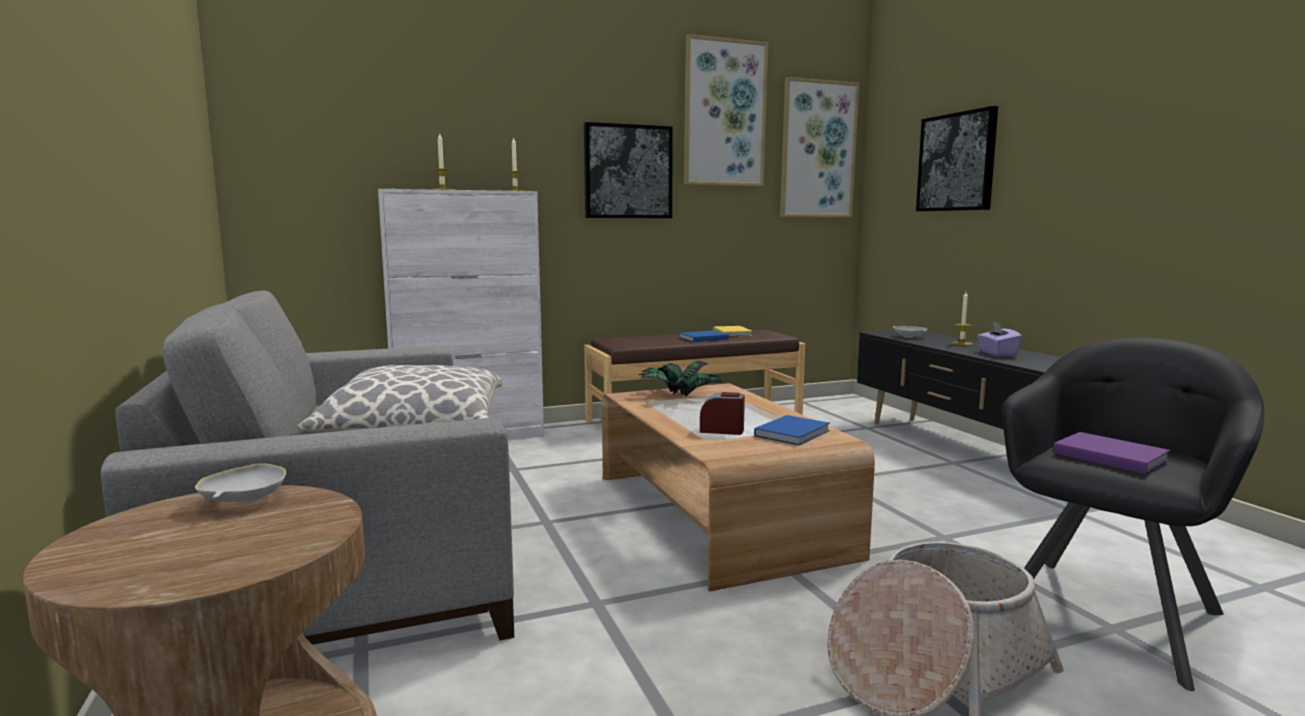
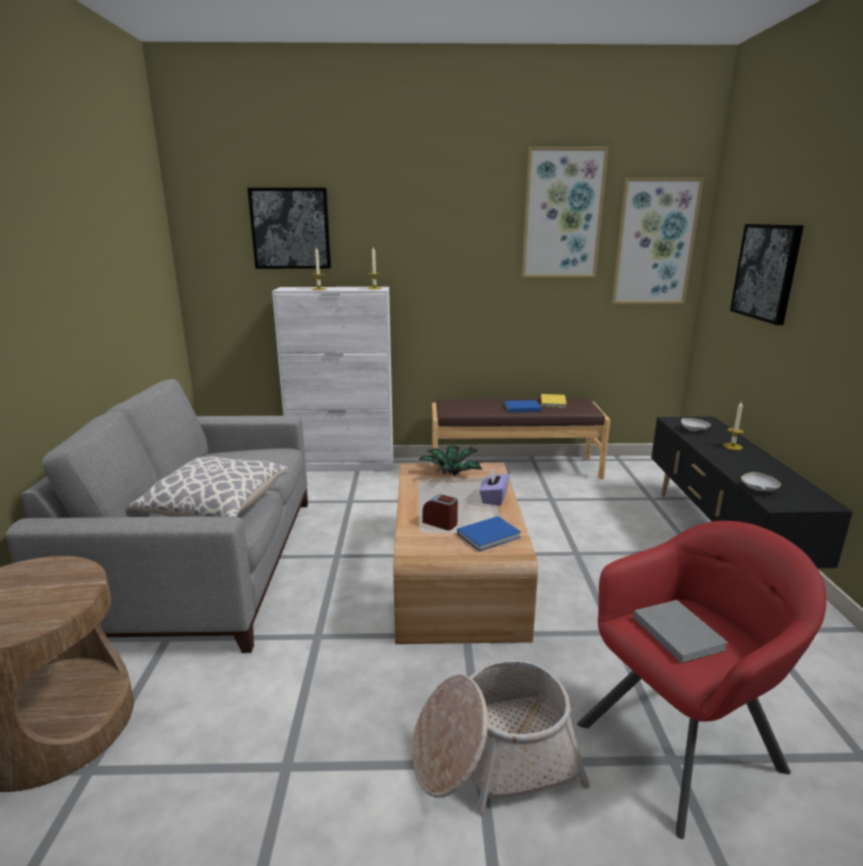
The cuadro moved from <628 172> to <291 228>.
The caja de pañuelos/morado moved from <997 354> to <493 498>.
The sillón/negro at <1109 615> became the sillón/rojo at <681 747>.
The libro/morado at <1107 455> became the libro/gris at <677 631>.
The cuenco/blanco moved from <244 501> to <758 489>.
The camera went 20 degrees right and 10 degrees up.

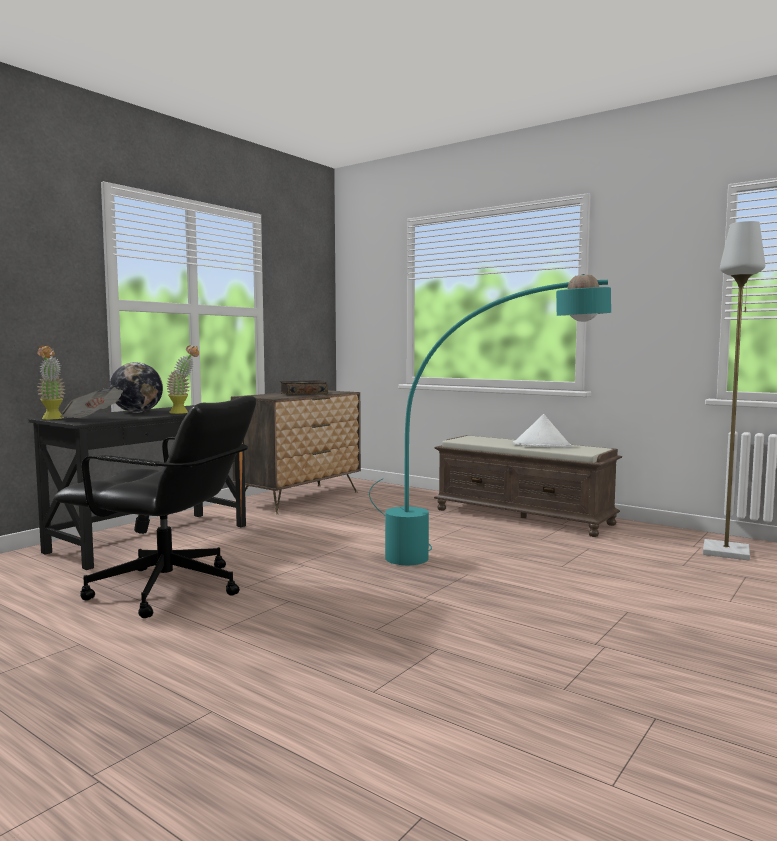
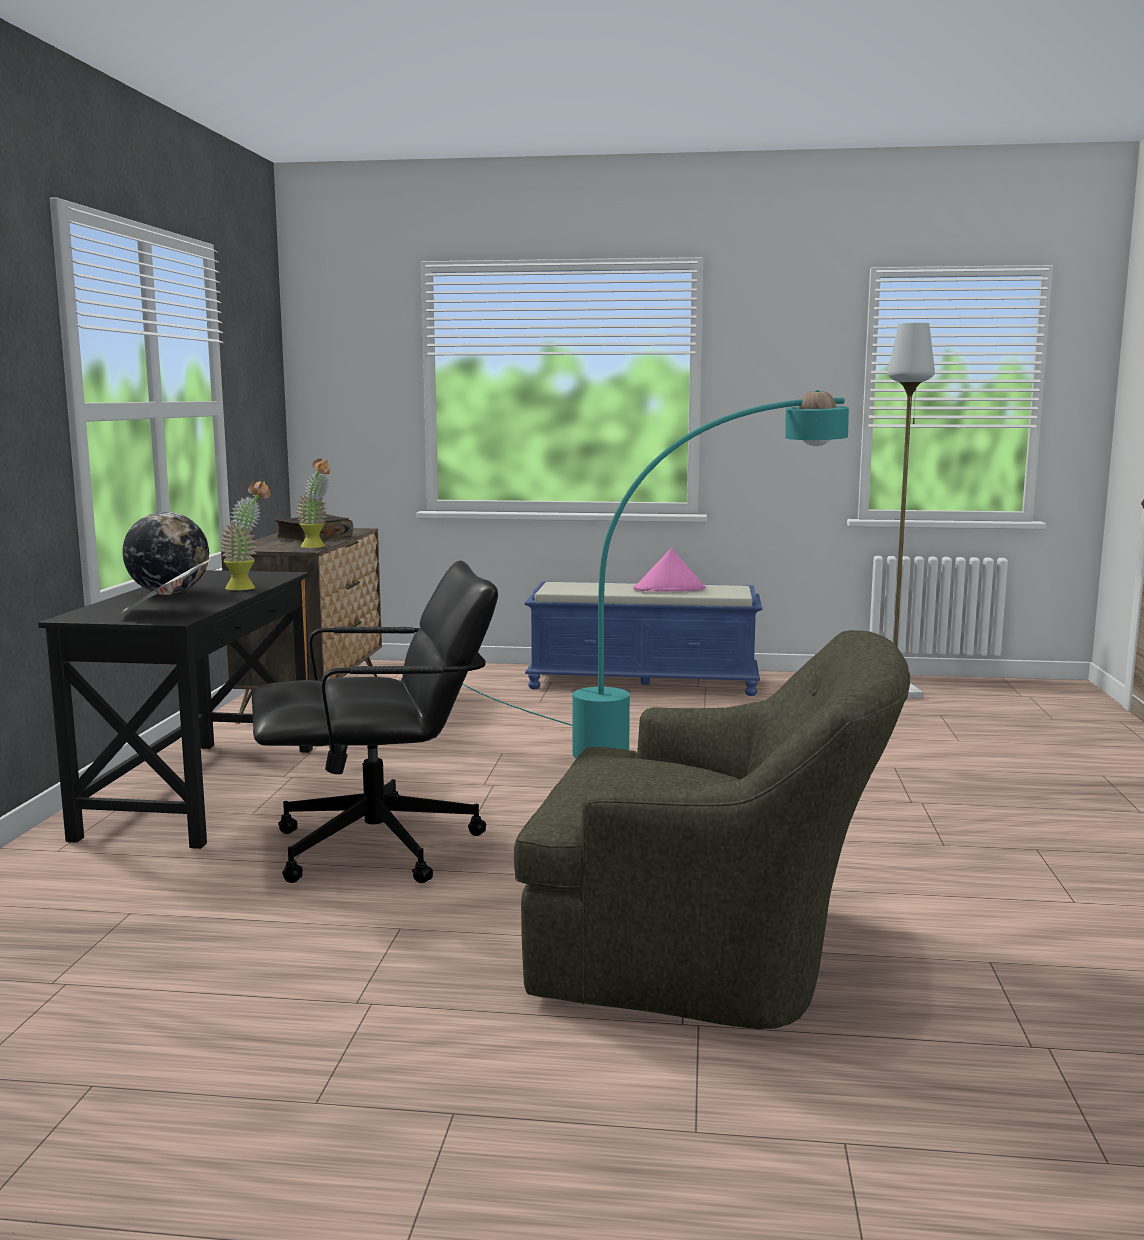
The planta en maceta moved from <52 419> to <317 547>.
The sillón/verde at <713 954> appeared.
The banco/marrón at <524 516> became the banco/azul at <644 683>.
The sombrero/blanco at <542 445> became the sombrero/rosa at <669 589>.
The camera went 30 degrees left and 5 degrees up.

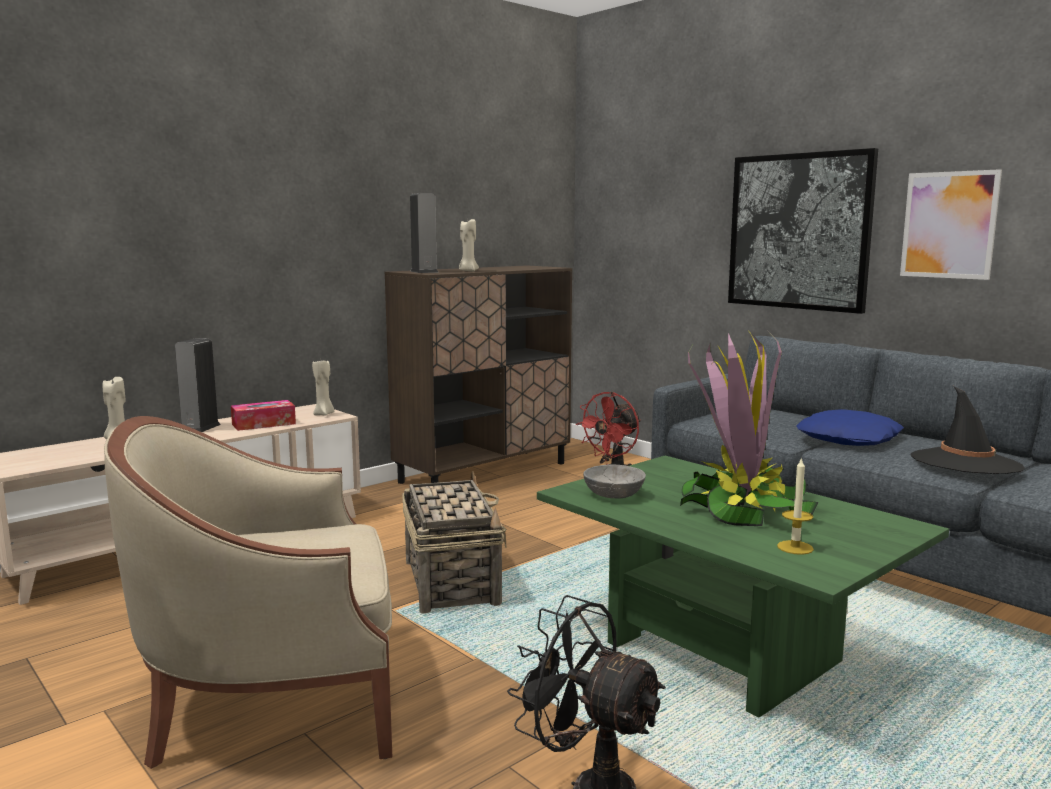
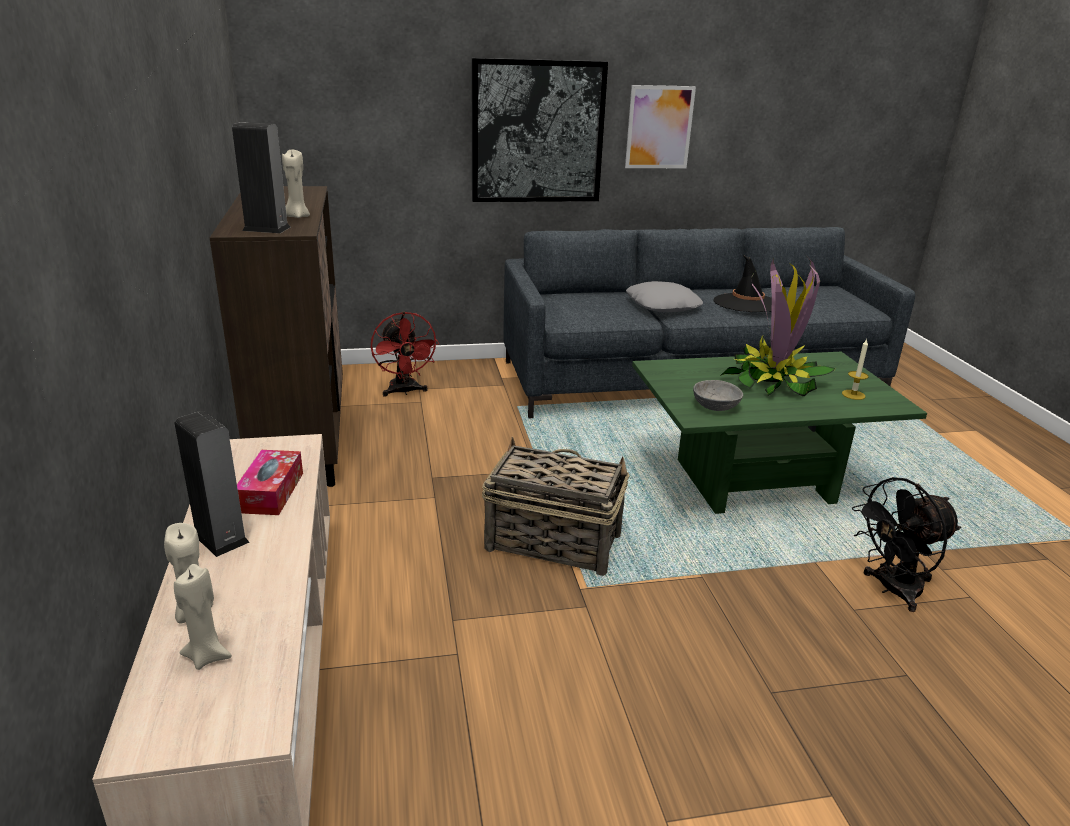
The vela/beis moved from <324 414> to <207 656>.
The cojín/azul at <849 439> became the cojín/gris at <663 305>.
The sillón/beis at <275 697> disappeared.
The camera went 60 degrees left and 15 degrees up.

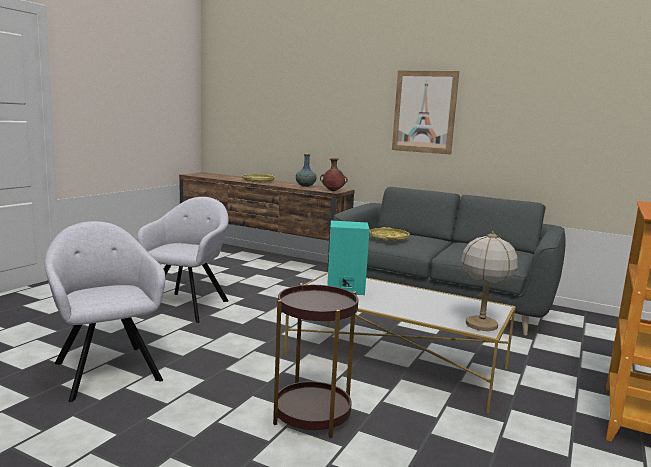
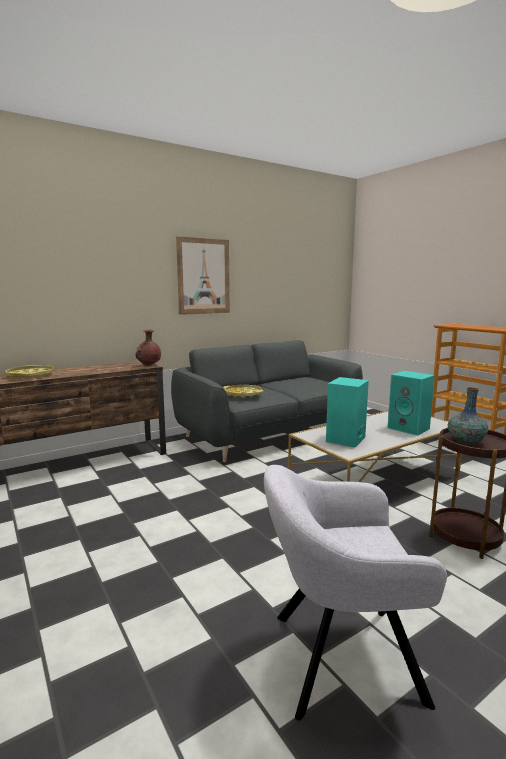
The altavoz/turquesa at <409 428> appeared.
The florero moved from <305 186> to <465 442>.
The sillón/gris at <188 305> disappeared.
The lámpara de mesa at <482 325> disappeared.
The camera went 60 degrees left and 0 degrees up.

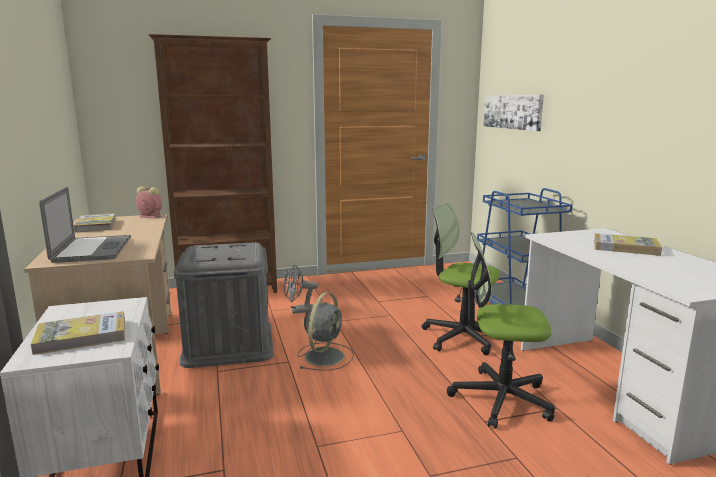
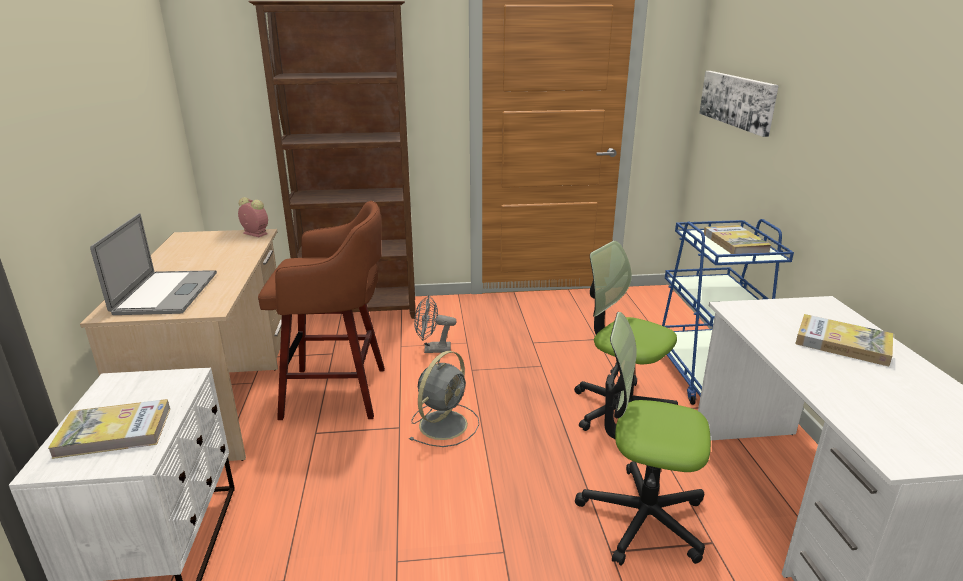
The caja de almacenaje/gris at <228 344> was replaced by the taburete/marrón at <339 393>.
The libro moved from <96 225> to <735 243>.
The camera went 10 degrees right and 10 degrees up.

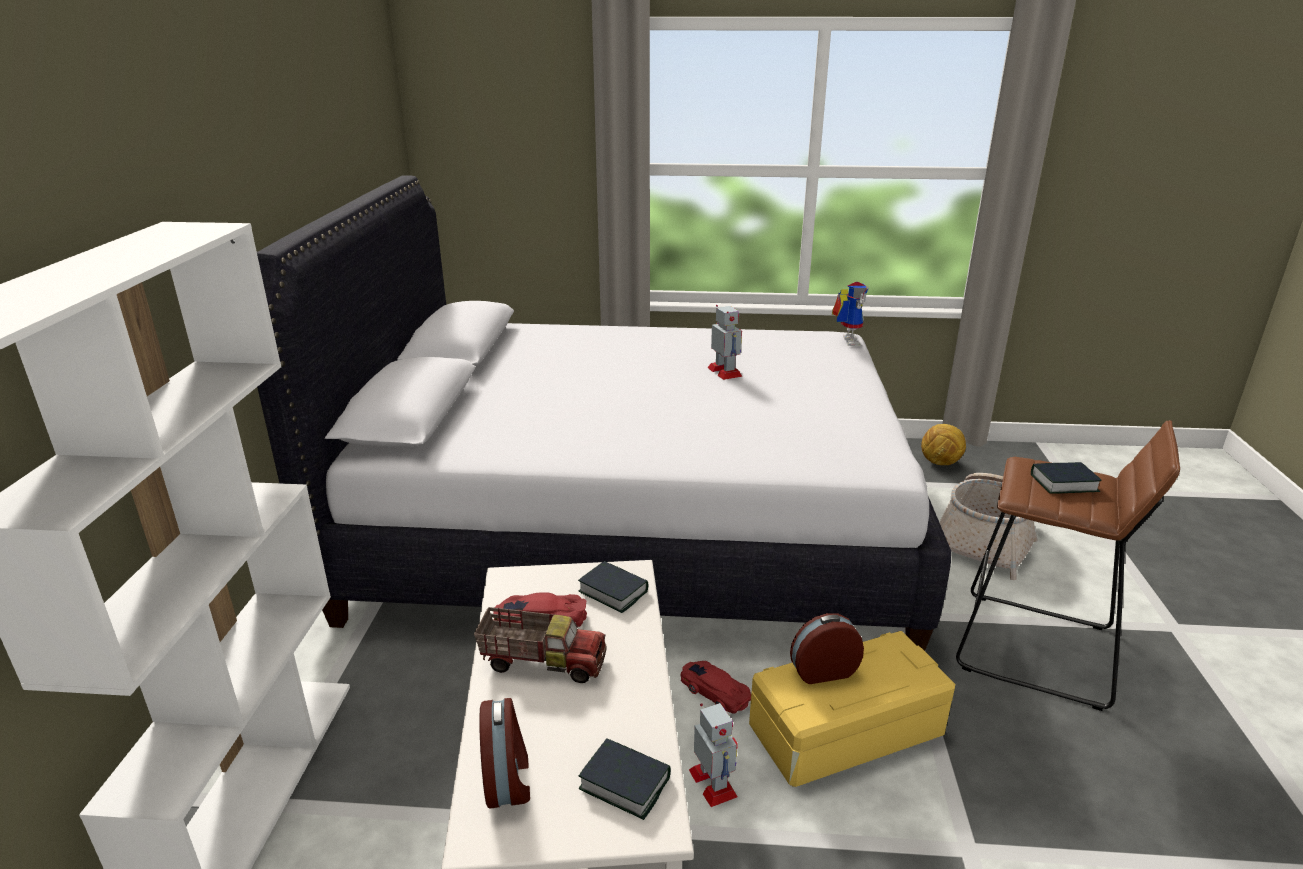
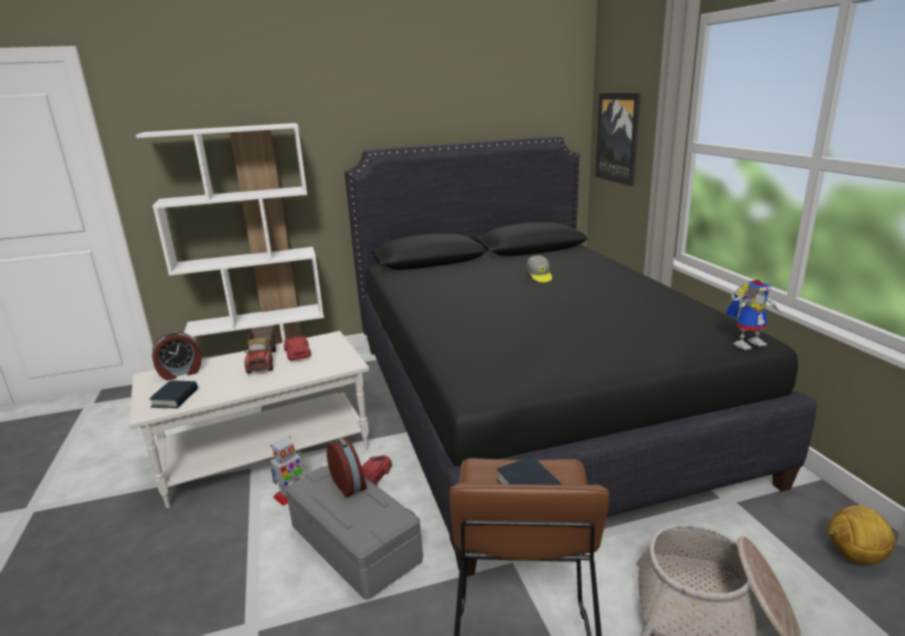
The caja de almacenaje/amarillo at <846 732> became the caja de almacenaje/gris at <353 544>.
The cama/blanco at <634 526> became the cama/negro at <530 403>.
The gorra at <539 277> appeared.
The cuadro at <618 138> appeared.
The libro at <613 591> disappeared.
The robot de juguete at <725 372> disappeared.
The camera went 70 degrees right and 5 degrees down.

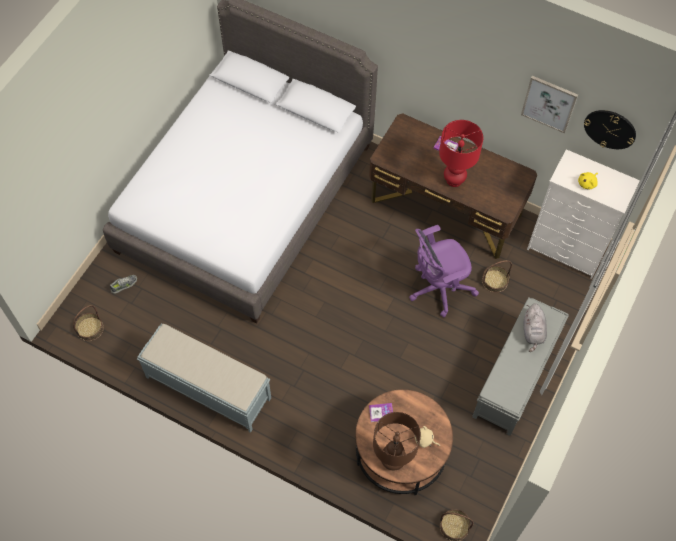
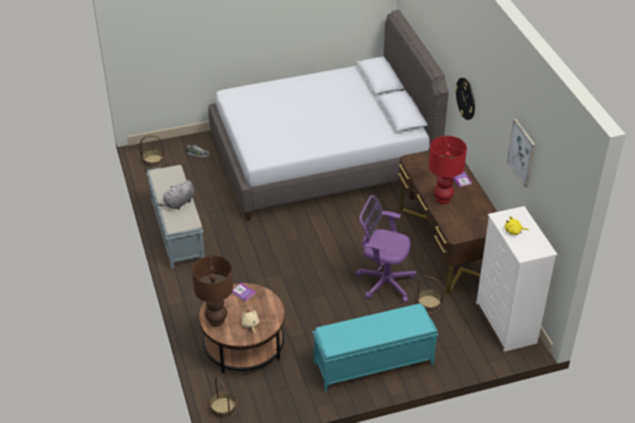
The peluche/gris moved from <533 332> to <178 203>.
The banco/gris at <515 377> became the banco/turquesa at <372 363>.
The reloj de pared moved from <610 129> to <466 98>.
The camera went 45 degrees right and 20 degrees down.

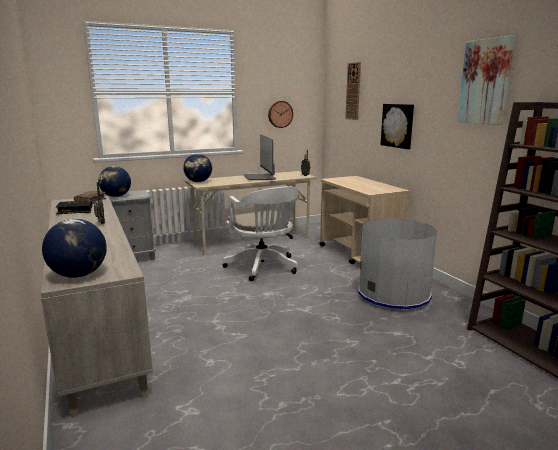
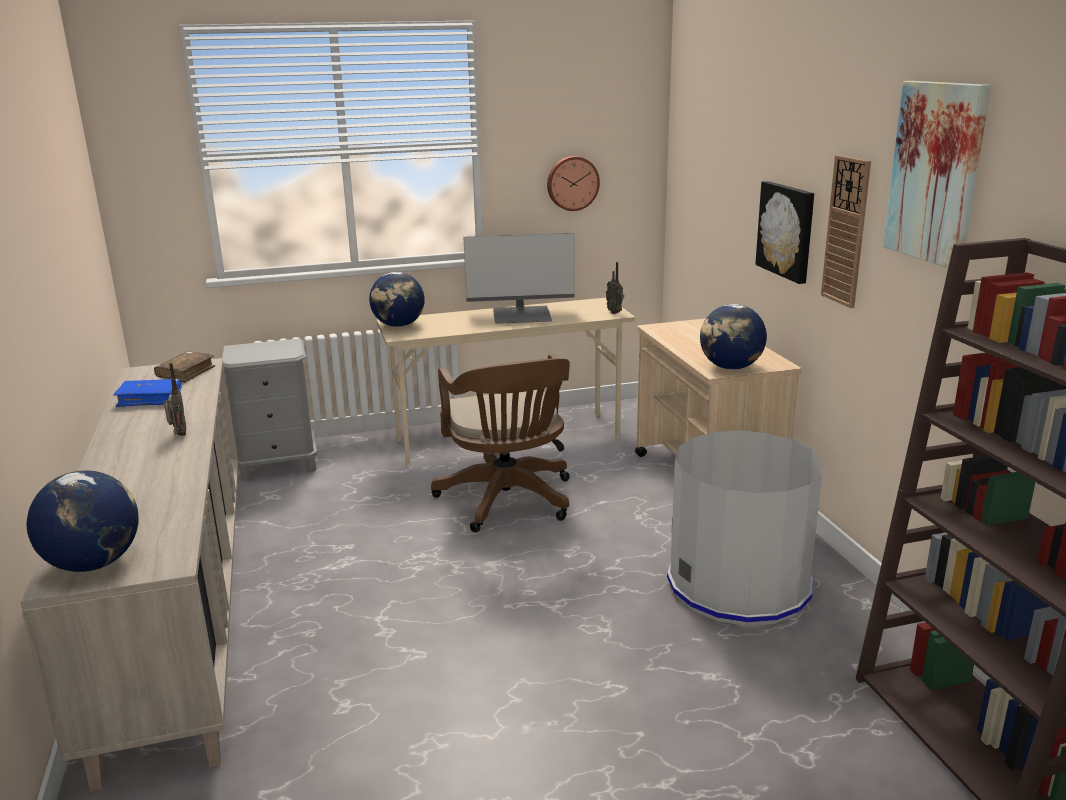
The libro/negro at <75 211> became the libro/azul at <150 399>.
The silla de oficina/blanco at <263 268> became the silla de oficina/marrón at <508 502>.
The monitor at <260 177> turned 90 degrees counterclockwise.
The globo terráqueo moved from <116 196> to <731 367>.
The reloj de pared moved from <353 91> to <846 231>.
The camera went 10 degrees right and 5 degrees up.

